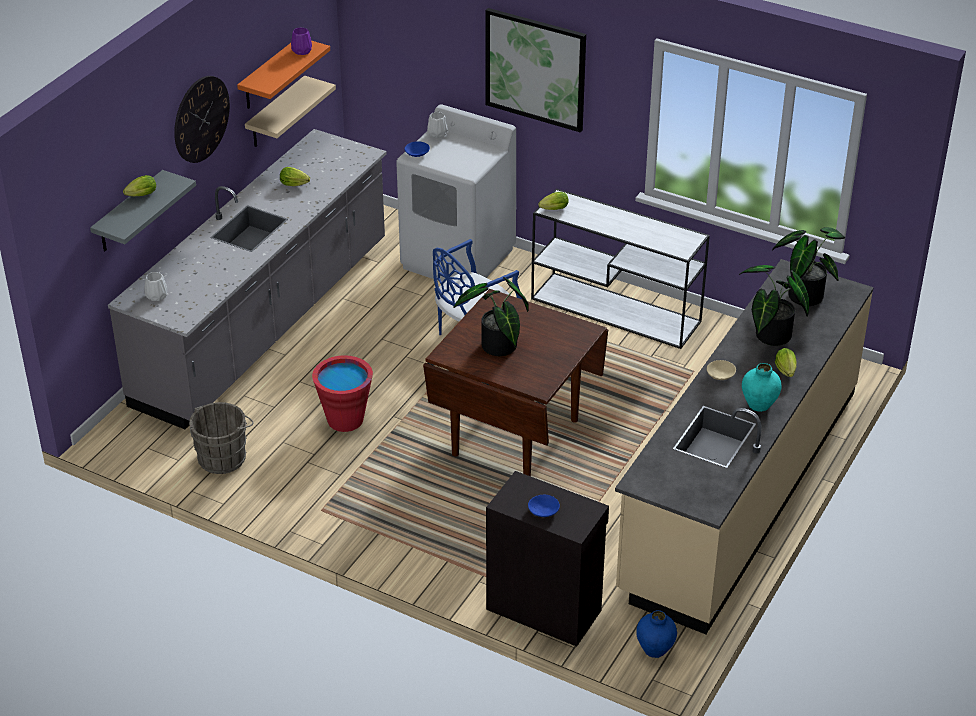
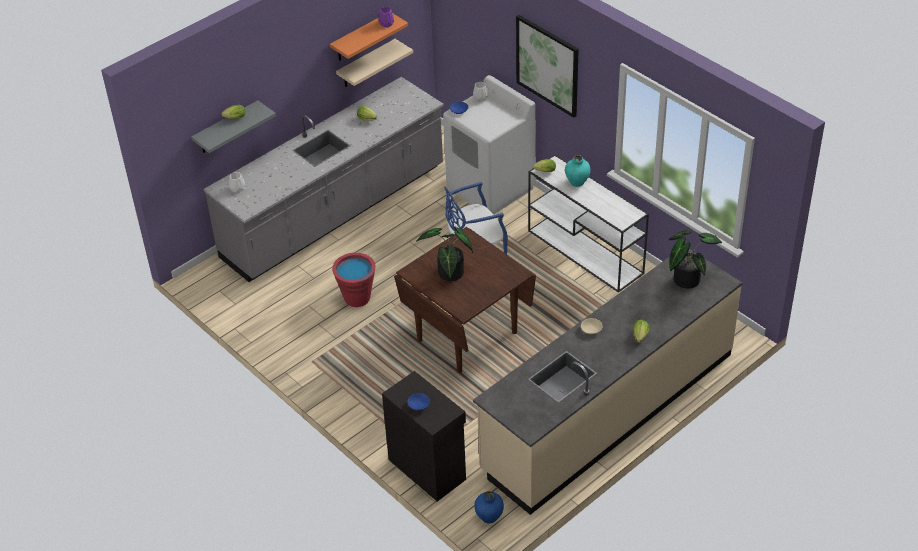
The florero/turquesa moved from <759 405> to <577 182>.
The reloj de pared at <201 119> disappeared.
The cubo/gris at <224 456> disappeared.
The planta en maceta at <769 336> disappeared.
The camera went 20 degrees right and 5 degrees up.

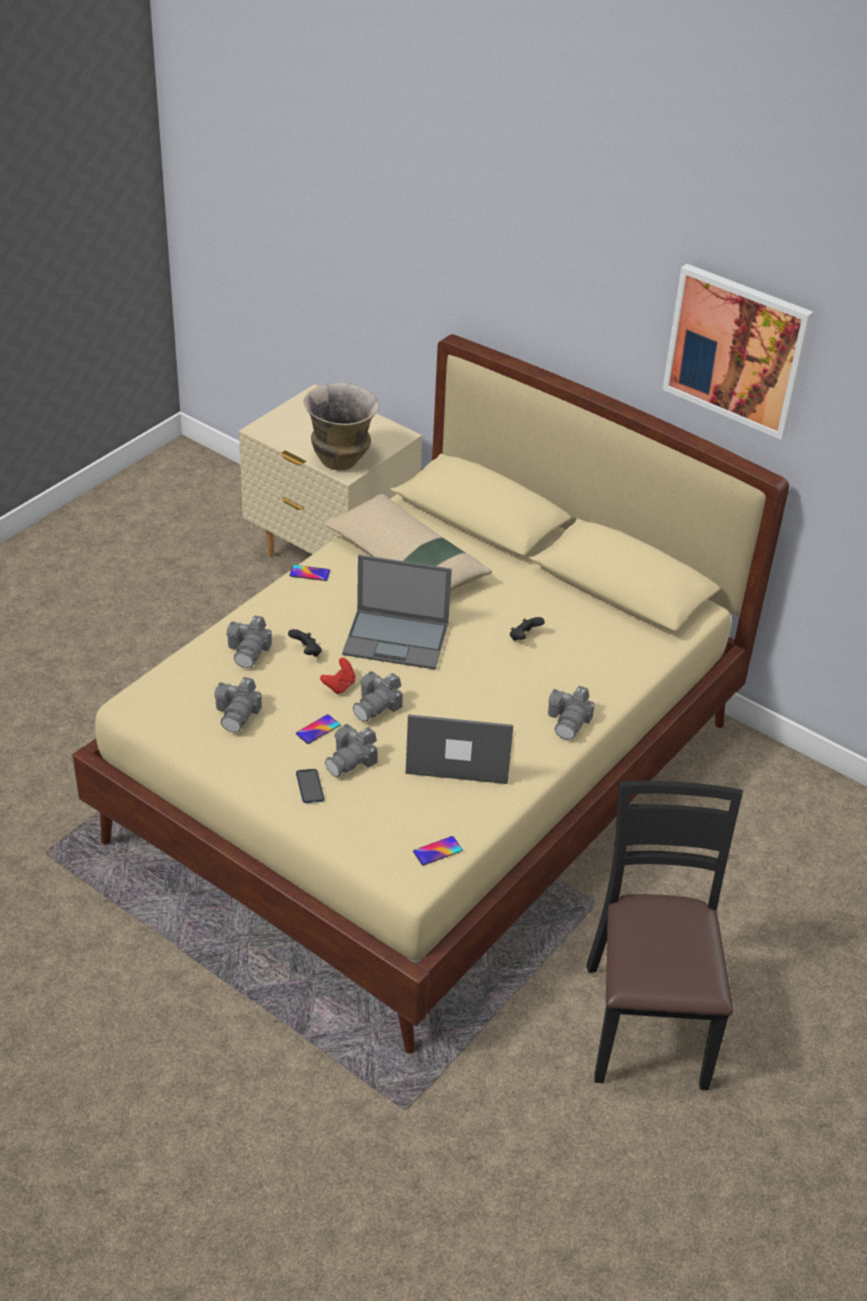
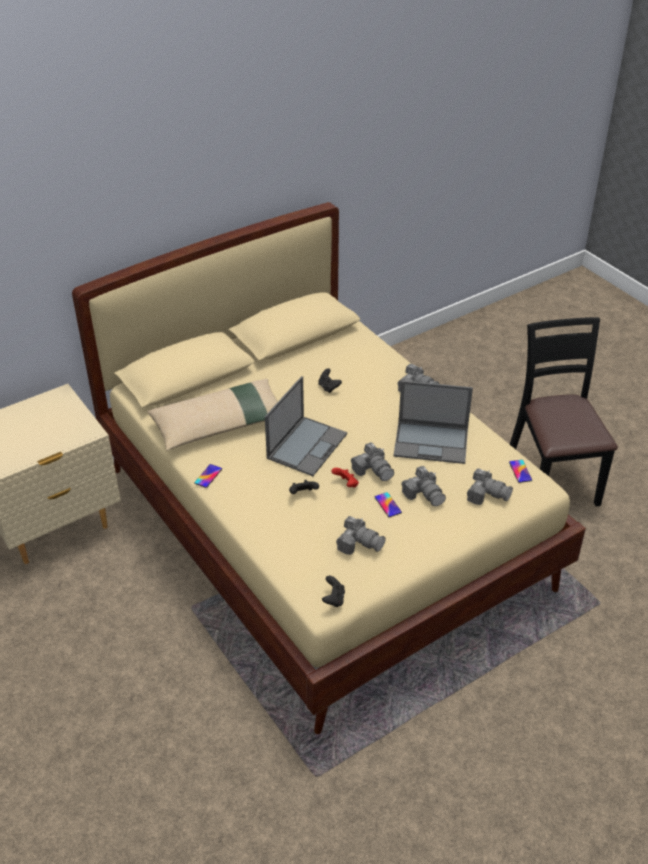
The mando de consola/negro at <333 599> appeared.
The portátil at <458 753> turned 105 degrees counterclockwise.
The cámara moved from <249 651> to <487 494>.
The silla/negro at <648 1023> turned 60 degrees clockwise.
The móvil at <310 787> disappeared.
The florero at <341 461> disappeared.
The cuadro at <737 350> disappeared.
The camera went 70 degrees left and 0 degrees up.

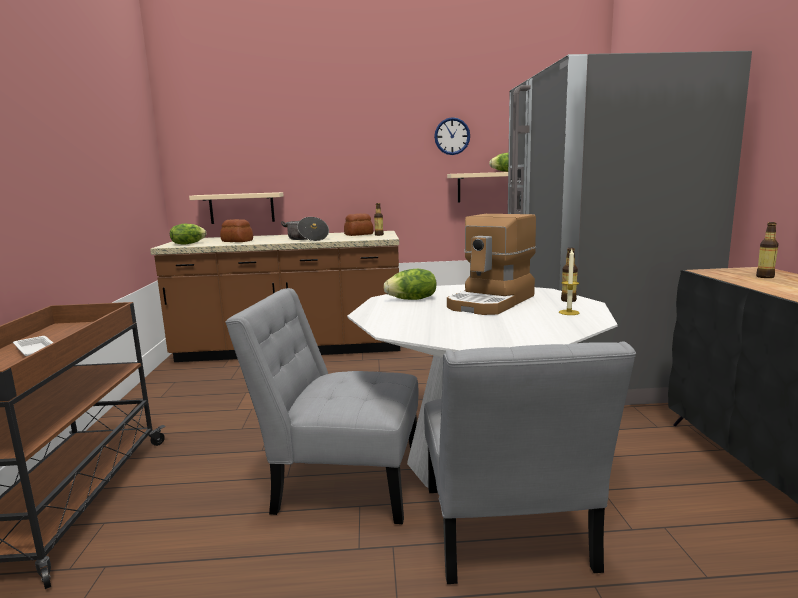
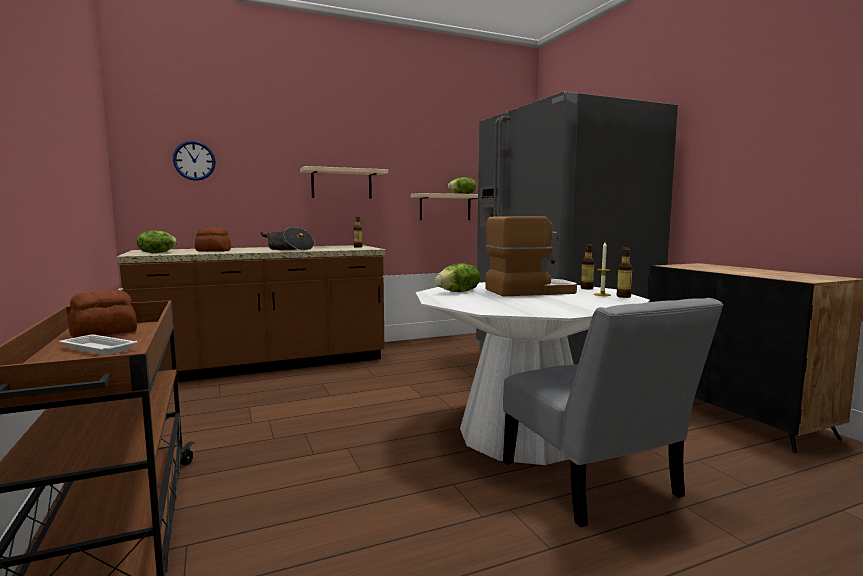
The pan moved from <359 234> to <105 333>.
The reloj de pared moved from <452 136> to <194 160>.
The estante/beis moved from <242 208> to <341 184>.
The cafetera at <492 302> turned 120 degrees counterclockwise.
The botella moved from <765 277> to <623 296>.
The silla/gris at <341 481> disappeared.
The camera went 20 degrees left and 5 degrees down.

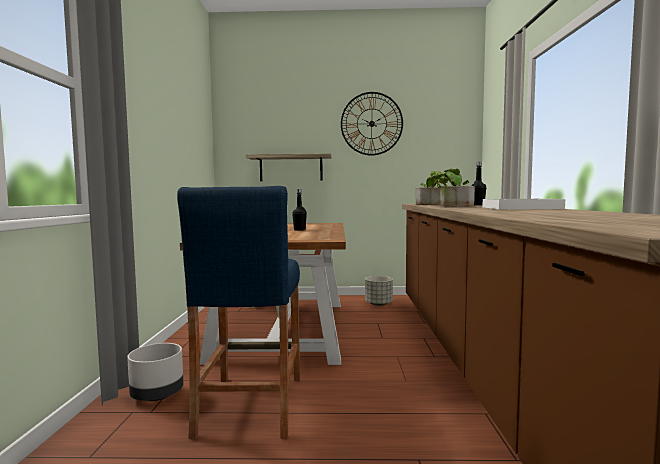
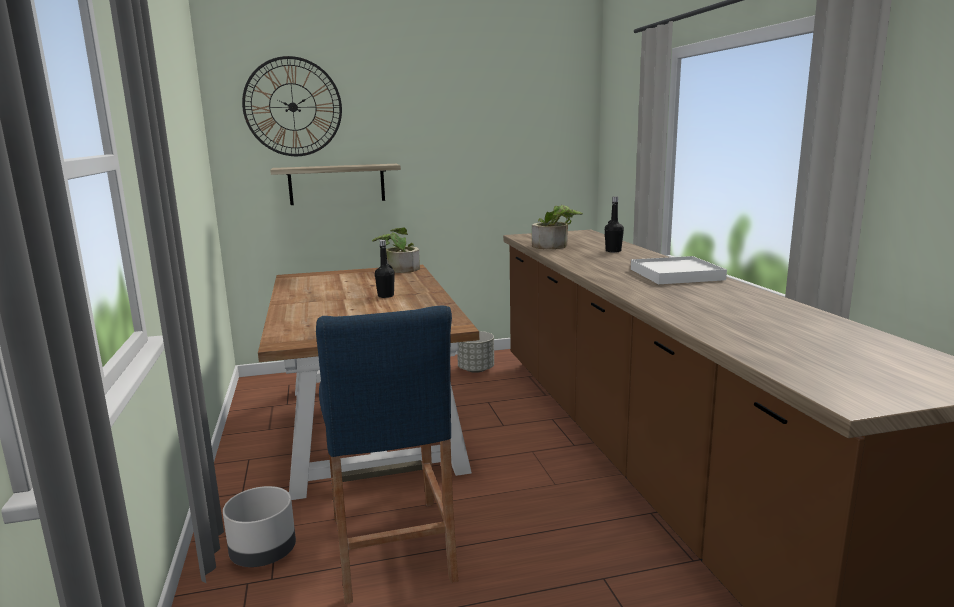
The reloj de pared moved from <371 123> to <293 107>.
The planta en maceta moved from <452 206> to <399 269>.
The camera went 15 degrees left and 10 degrees up.

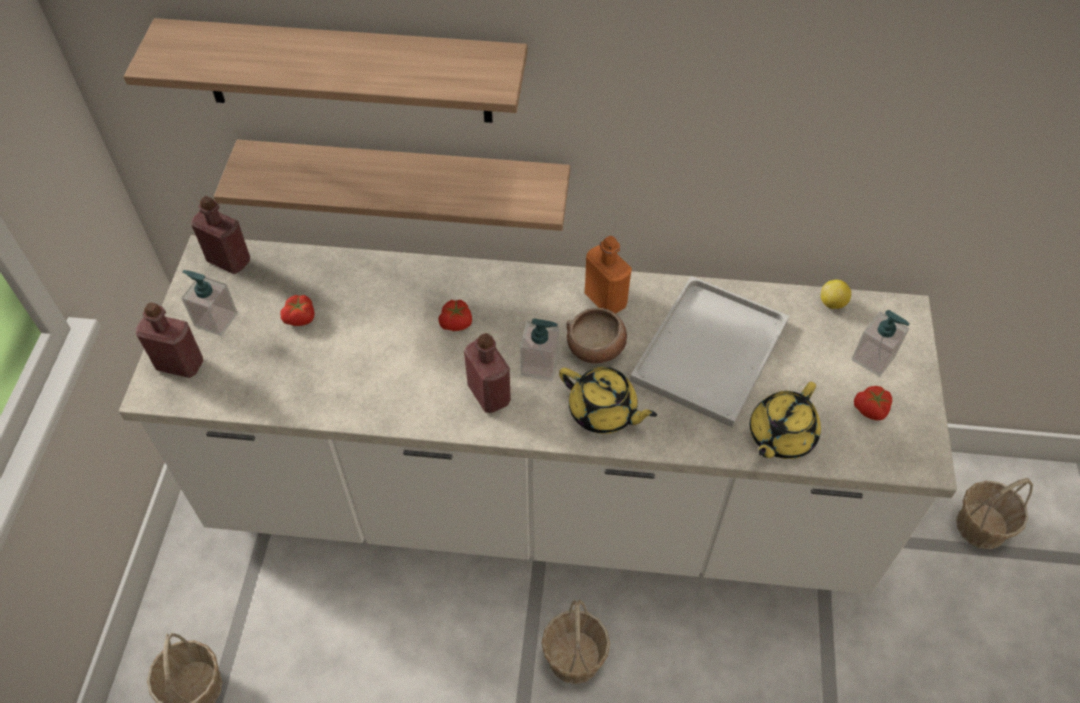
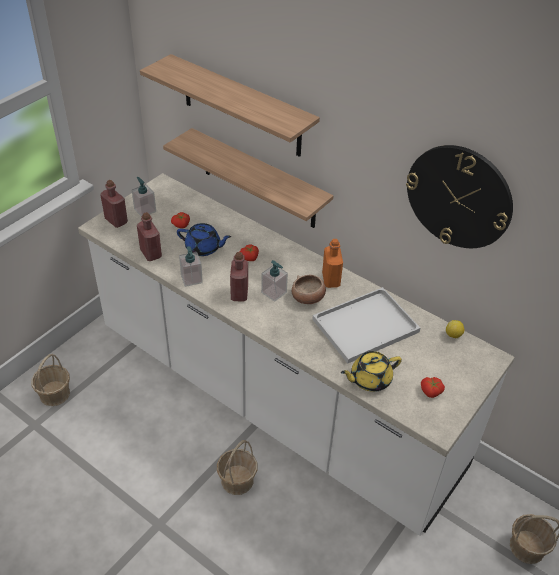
The botella/rojo moved from <229 261> to <151 253>.
The tetera/azul at <203 248> appeared.
The dispensador de jabón moved from <873 358> to <191 279>.
The reloj de pared at <459 197> appeared.
The tetera/amarillo at <603 412> disappeared.
The camera went 30 degrees right and 10 degrees down.

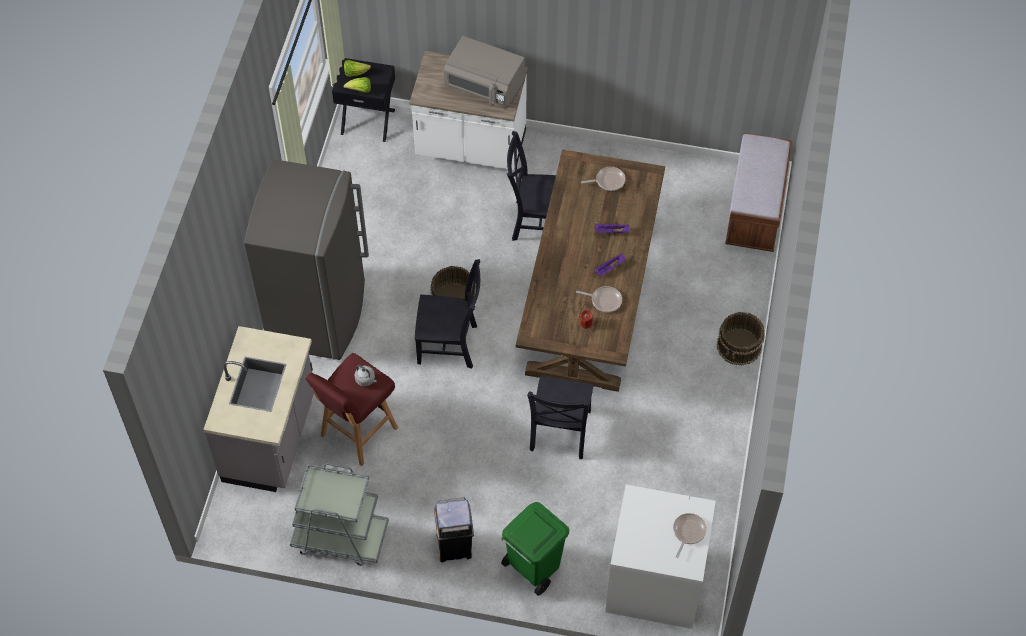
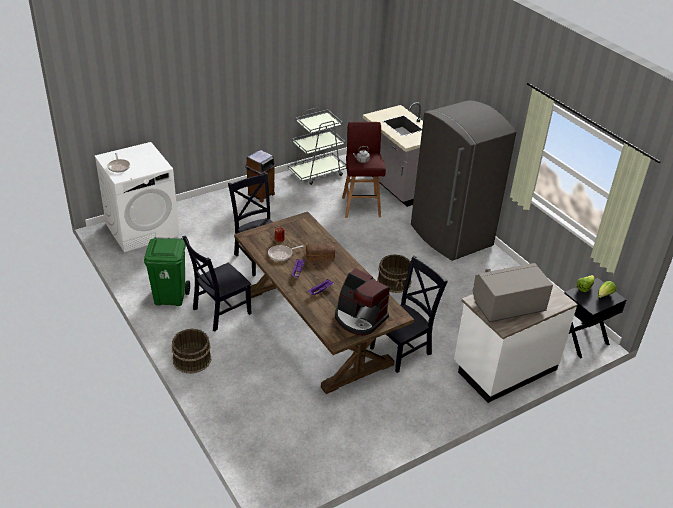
The papelera/verde moved from <533 568> to <170 297>.
The silla/negro moved from <450 345> to <219 312>.
The pan at <319 255> appeared.
The sartén at <608 181> was replaced by the cafetera at <359 318>.
The banco/marrón at <755 211> disappeared.
The camera went 135 degrees right and 20 degrees down.

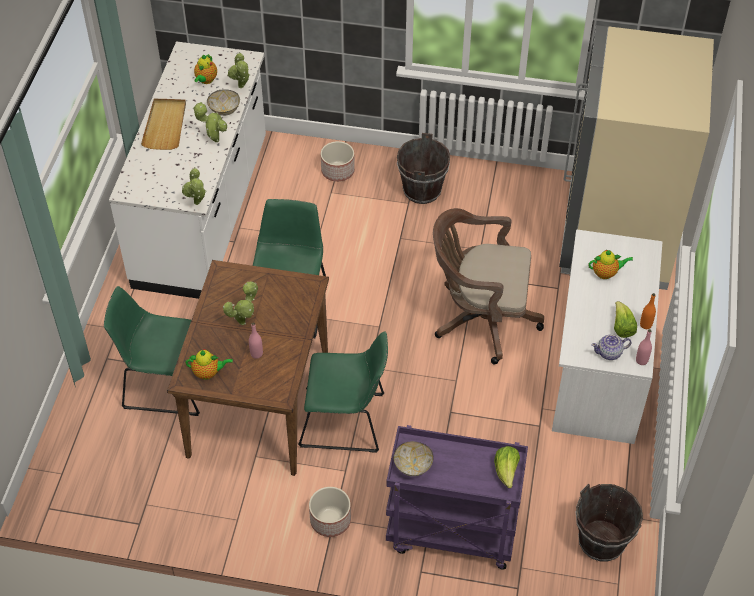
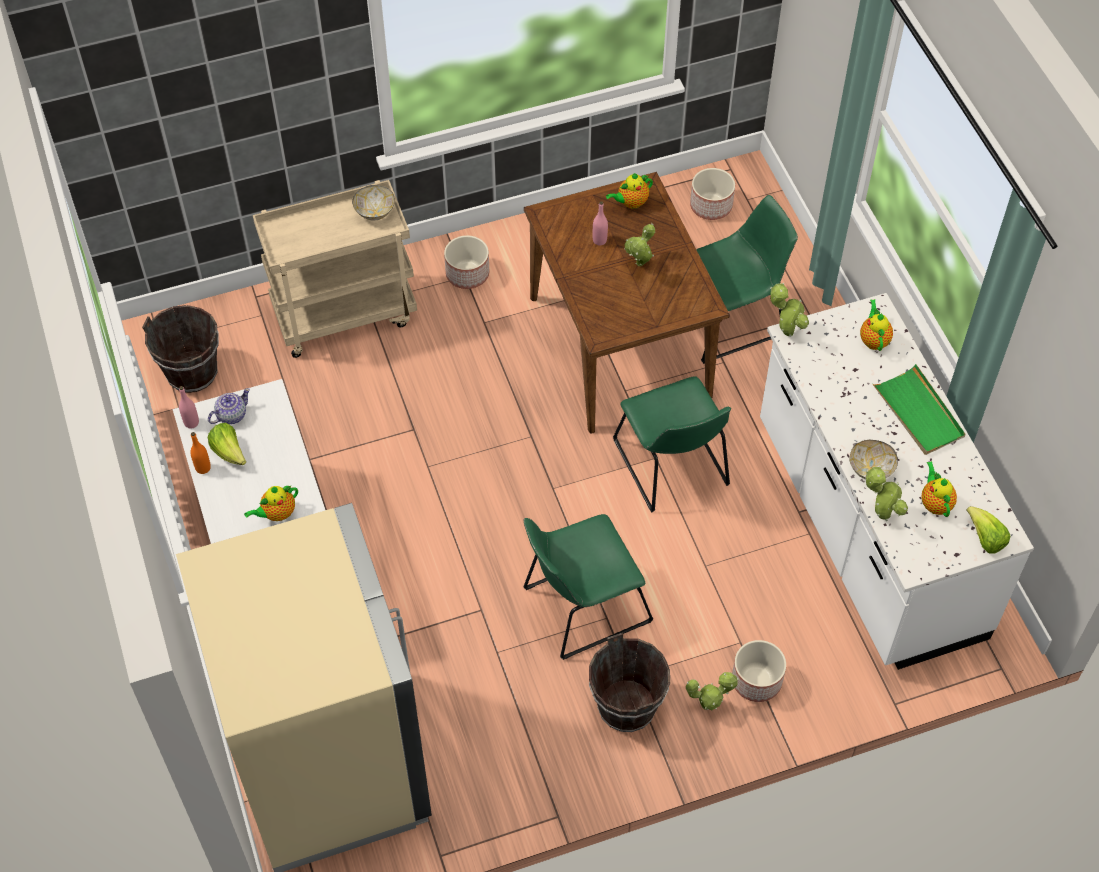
The carrito/morado at <450 533> became the carrito/beis at <345 313>.
The silla/verde moved from <346 421> to <582 607>.
The planta en maceta moved from <214 140> to <708 705>.
The maceta at <711 205> appeared.
The tetera at <873 339> appeared.
The bandeja/beis at <165 125> became the bandeja/verde at <918 413>.
The lechuga moved from <506 472> to <985 538>.
The silla de oficina/marrón at <480 319> disappeared.
The camera went 150 degrees right and 5 degrees up.

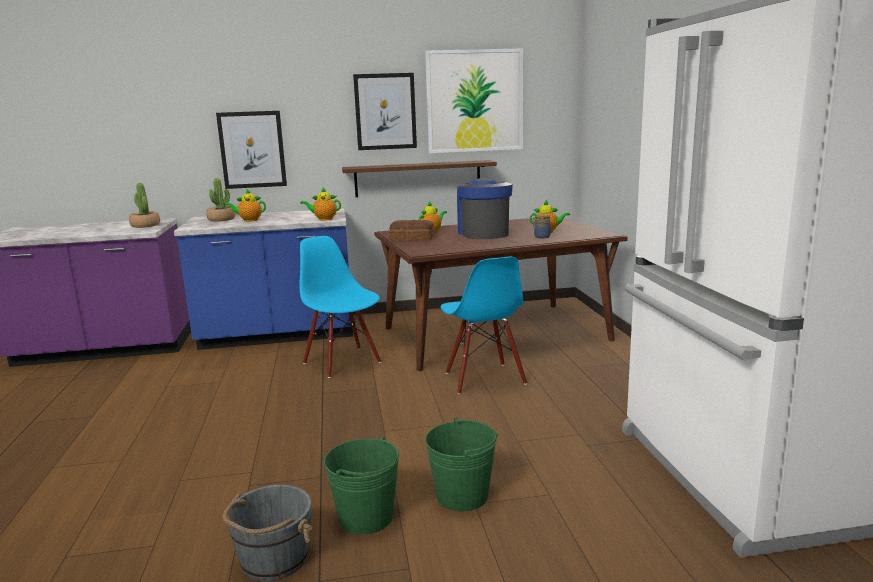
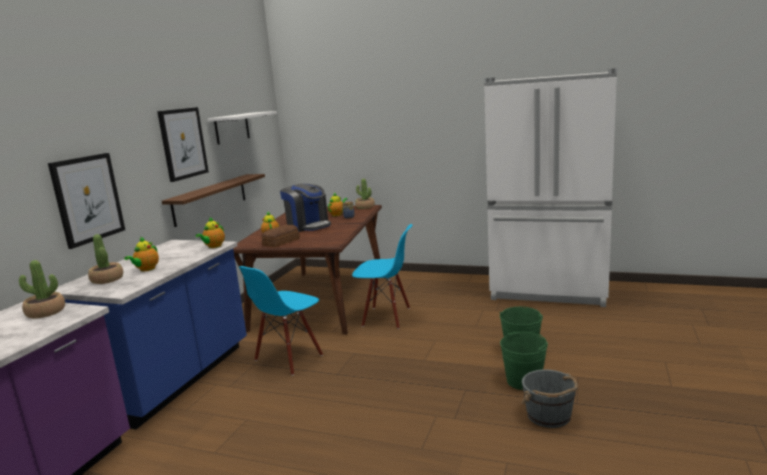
The cuadro at <474 101> was replaced by the estante/blanco at <232 128>.
The silla/azul at <343 362> turned 45 degrees counterclockwise.
The cafetera at <483 233> turned 150 degrees counterclockwise.
The planta en maceta at <365 207> appeared.
The camera went 60 degrees left and 0 degrees up.

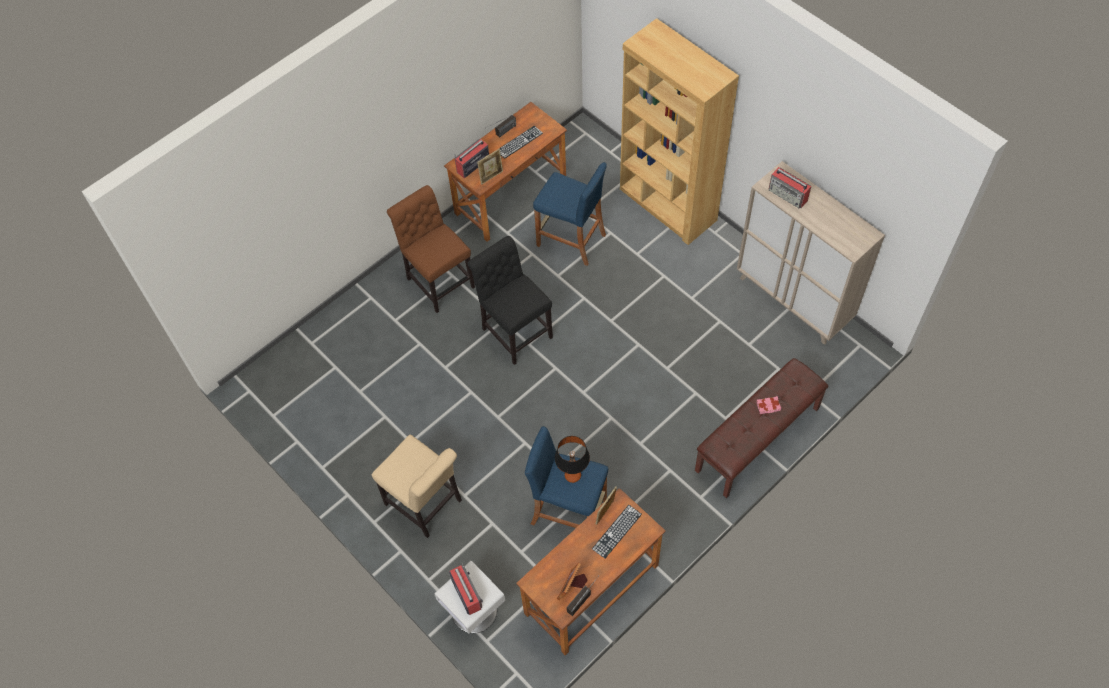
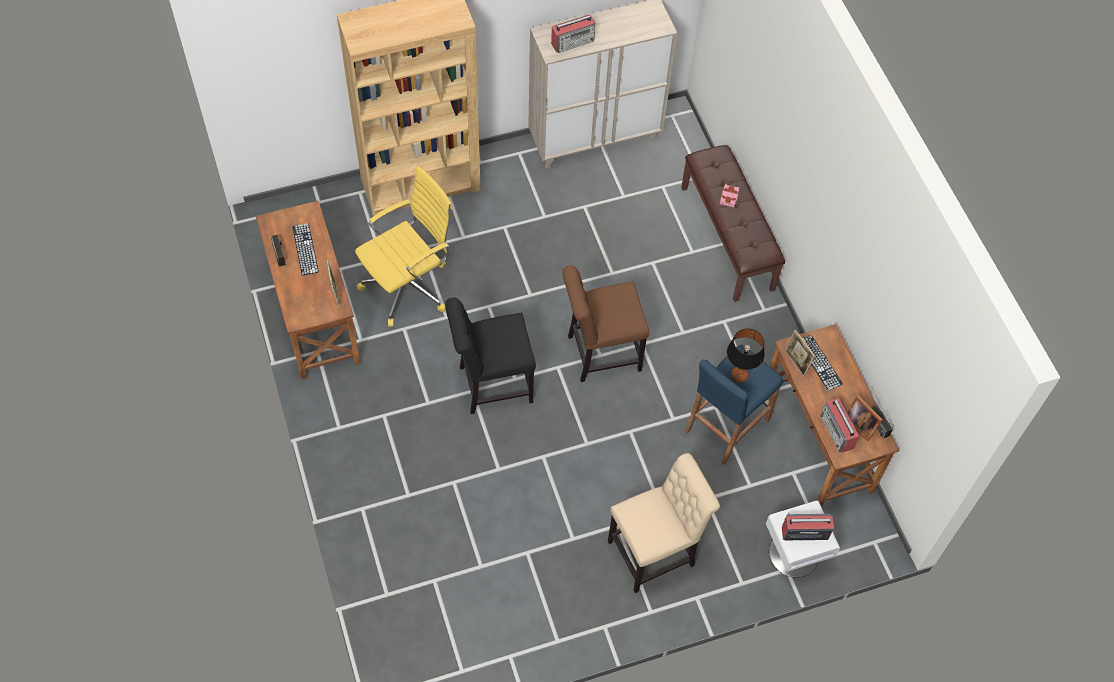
The taburete/azul at <571 240> was replaced by the silla de oficina/amarillo at <409 286>.
The silla/marrón moved from <438 281> to <599 354>.
The radio moved from <472 165> to <837 432>.
The camera went 70 degrees left and 0 degrees up.

